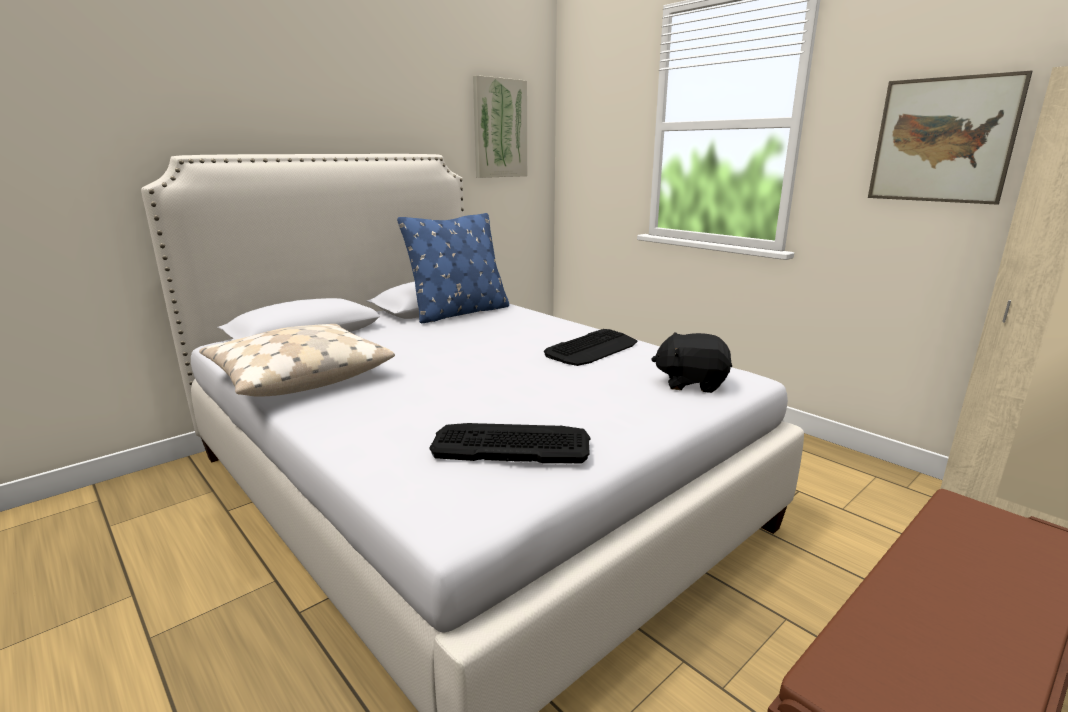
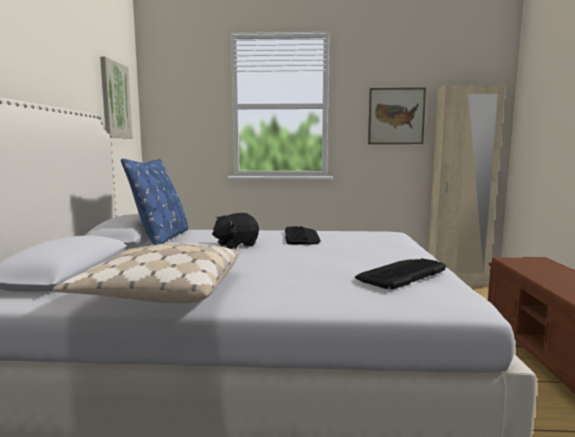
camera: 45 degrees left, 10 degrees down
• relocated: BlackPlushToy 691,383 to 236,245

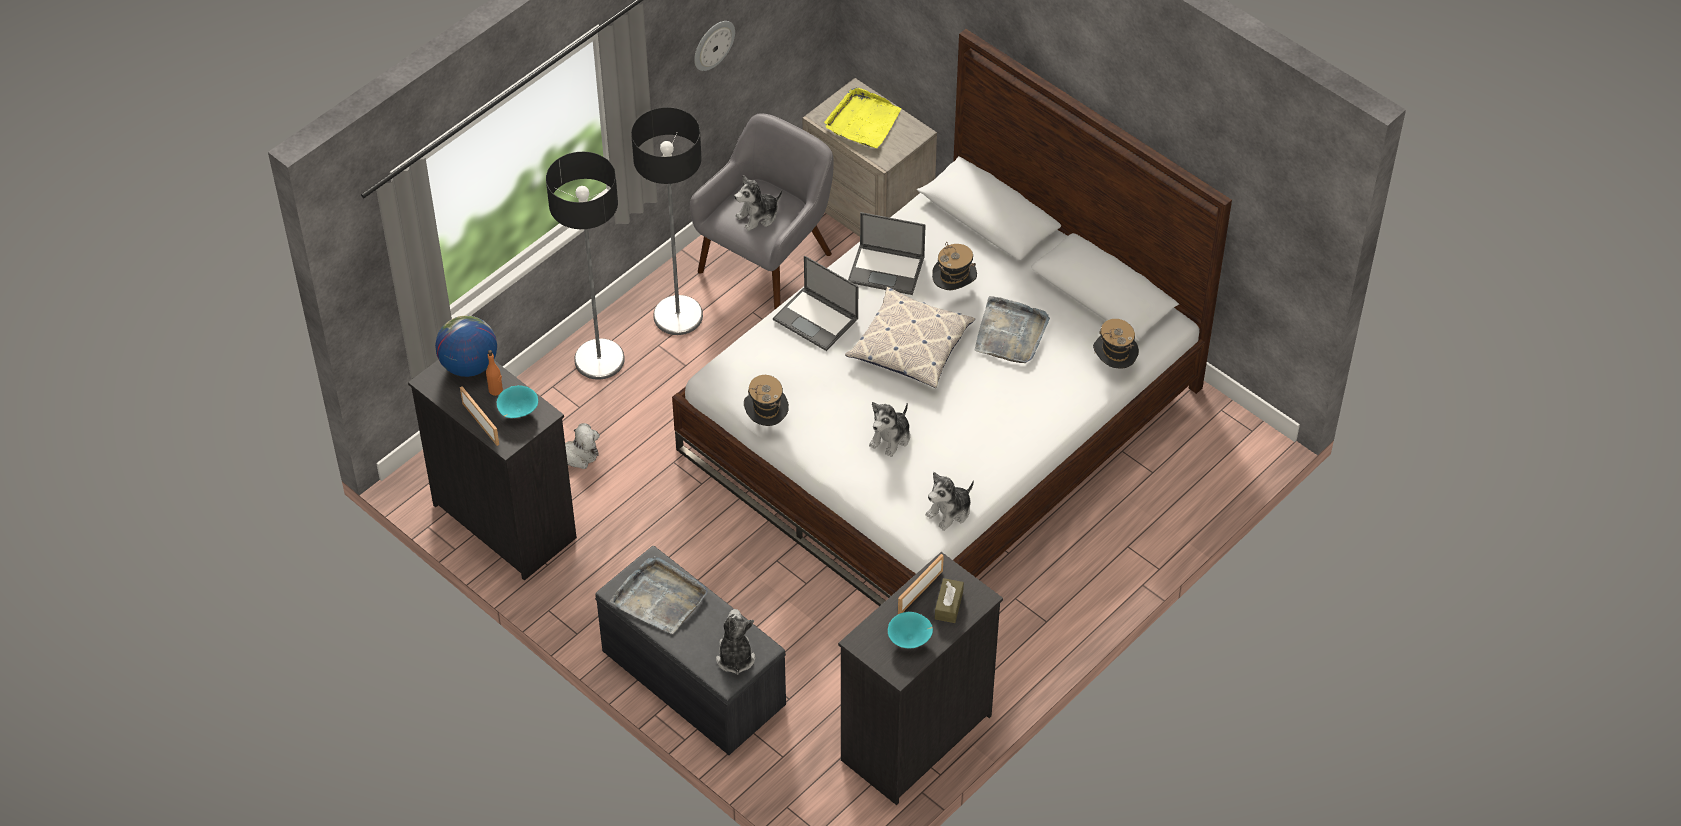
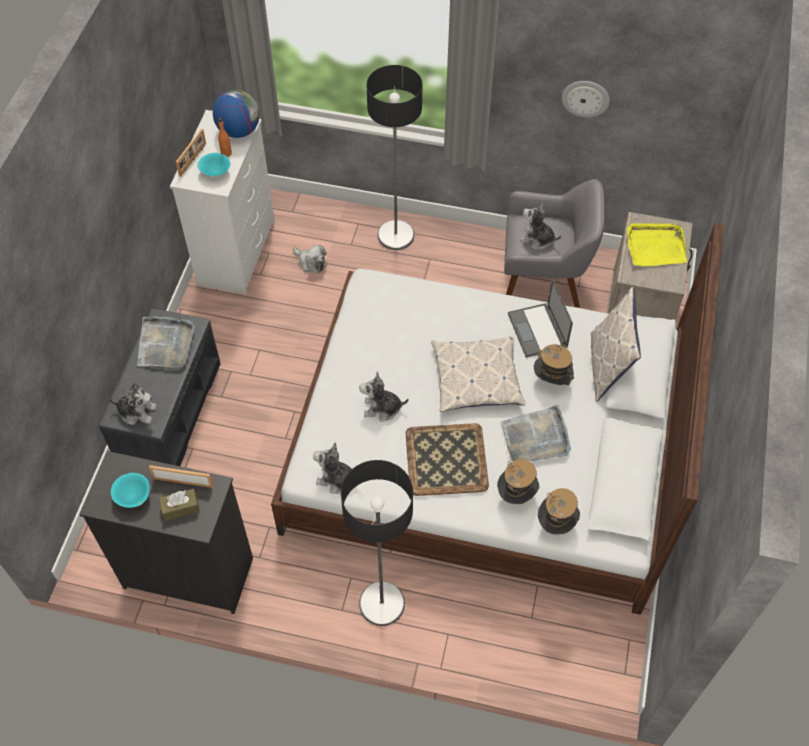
camera: 60 degrees right, 5 degrees up
• colour: BlackChestOfDrawers 504,520 to WhiteChestOfDrawers 237,252
• relocated: FloorLamp 678,316 to 381,604
• spun: PlushToy 735,657 = 137,412 45 degrees clockwise
• relocated: ClothingHat 766,421 to 516,495
• missing: PortableComputer 816,319
• appeared: ServingTray 447,459
• appeared: Pillow 607,367

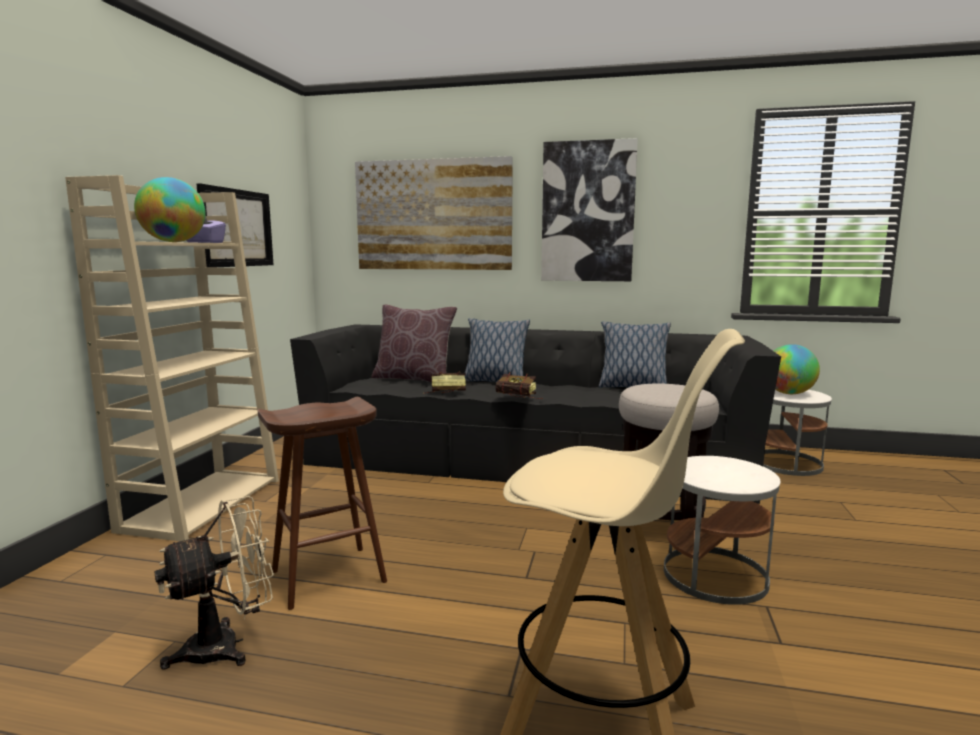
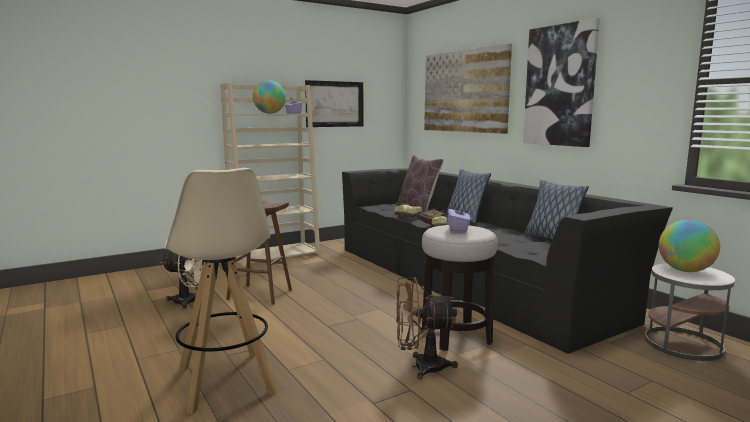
camera: 45 degrees right, 0 degrees up
• exchanged: WhiteSideTable 715,576 to BrownColouredFan 421,367
• appeared: PurplishTissueBox 458,229

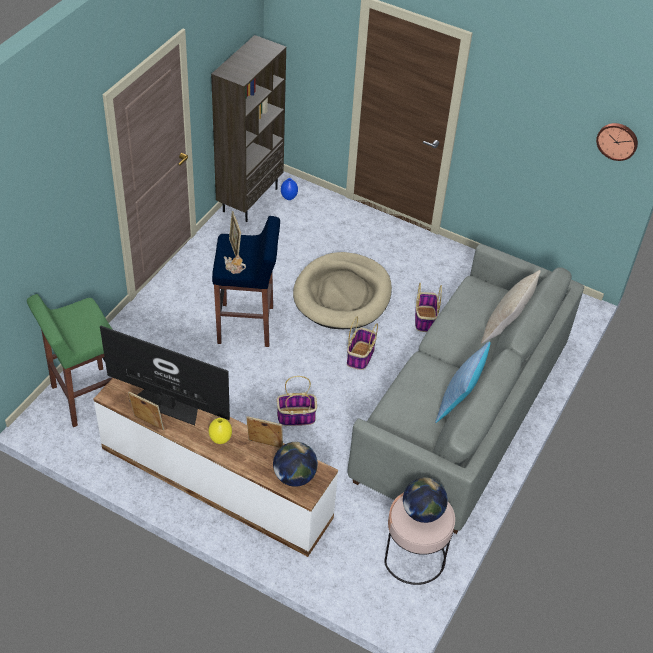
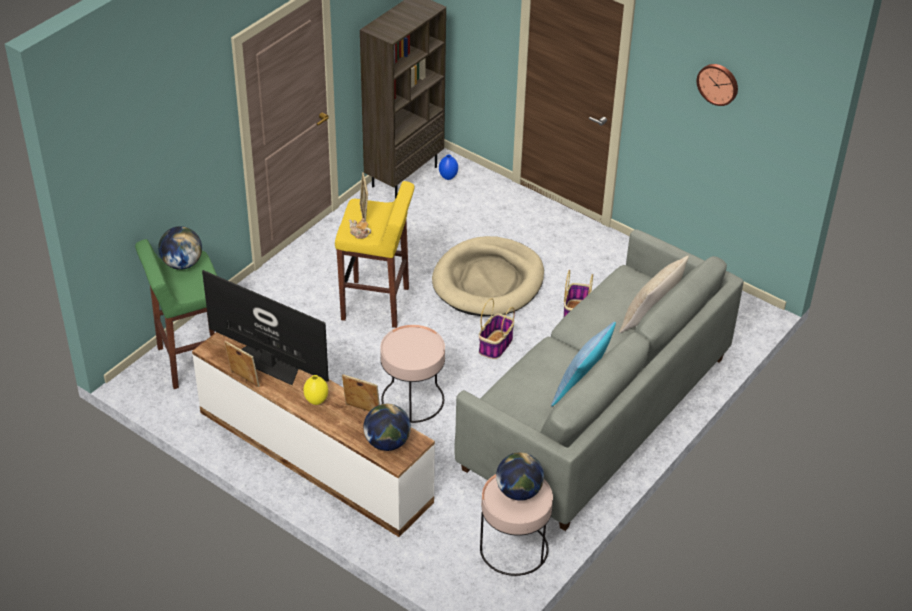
camera: 10 degrees right, 5 degrees down
• colour: BlueColouredSittingStool 247,325 to YellowColouredSittingStool 376,304
• exchanged: Basket 295,417 to PinkishSideTable 412,400
• relocated: HangingClock 617,140 to 718,83
• appeared: Globe 182,264

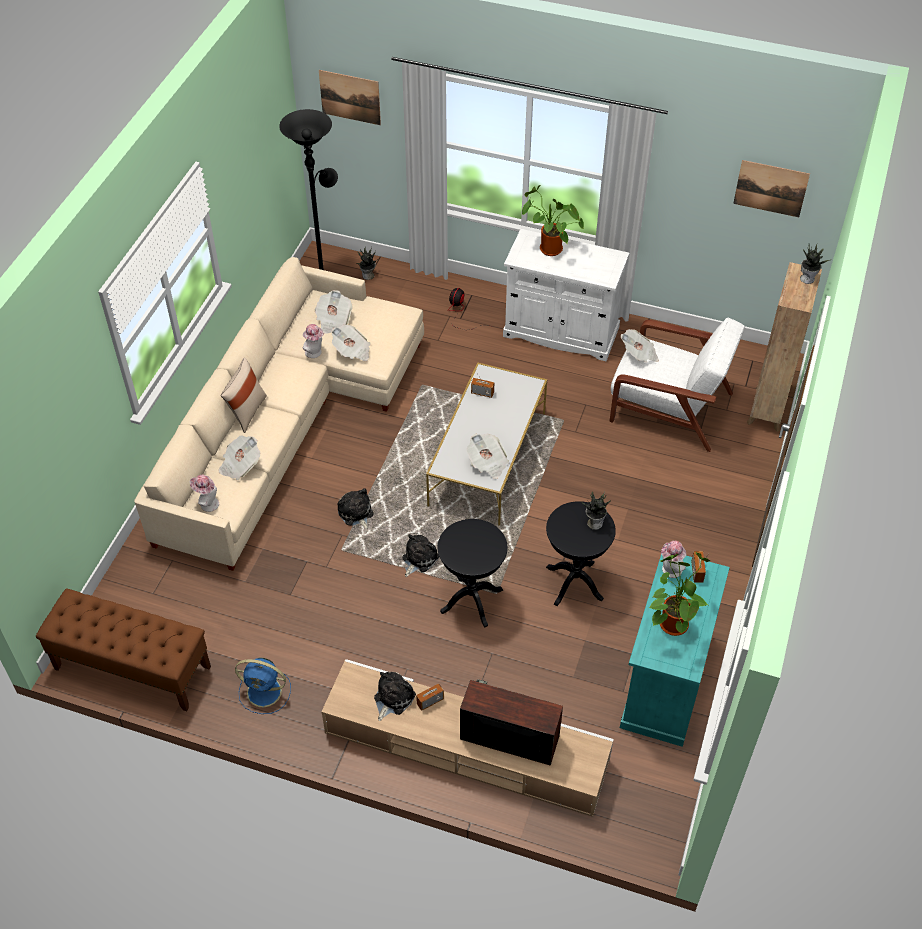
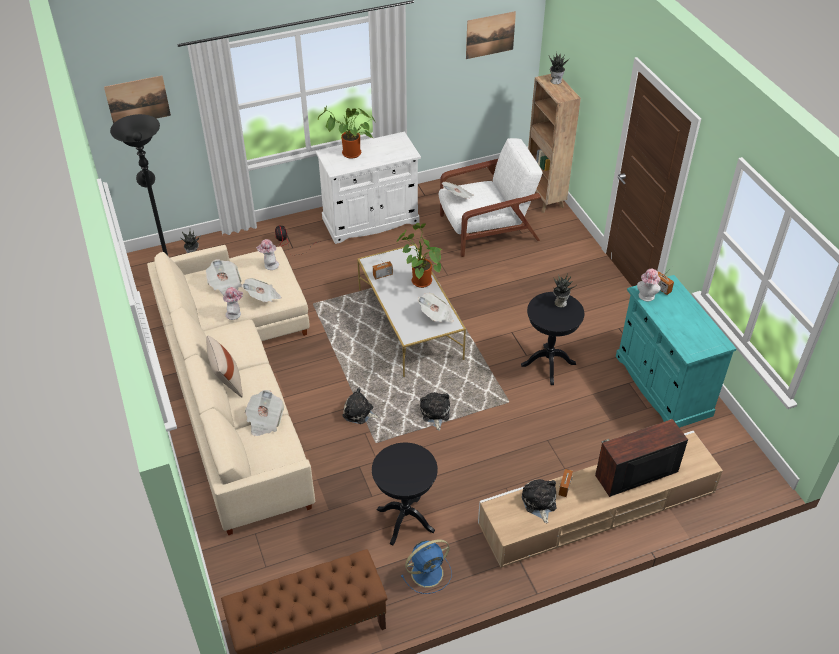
camera: 40 degrees left, 5 degrees down
• relocated: ClothingHat 207,503 to 269,265
• relocated: BlackSideTable 471,600 to 405,520
• relocated: PottedPlant 672,621 to 419,280

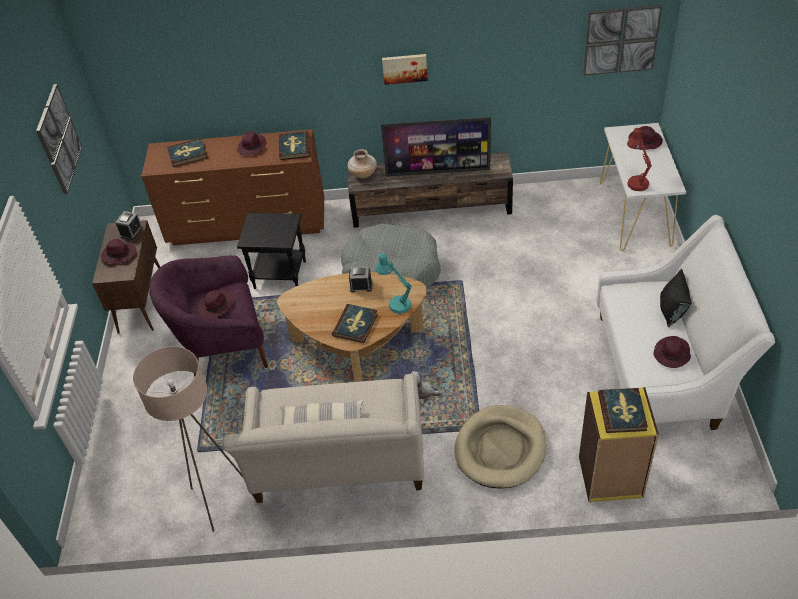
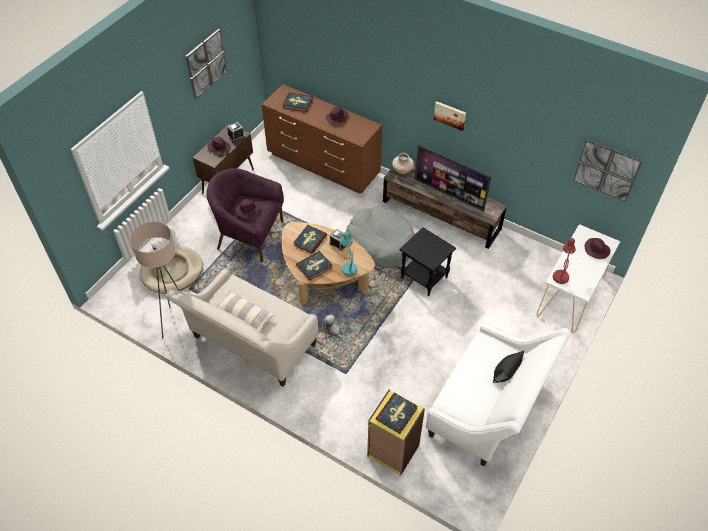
camera: 30 degrees right, 5 degrees up
• relocated: BlackSideTable 279,275 to 423,278
• relocated: Volume 294,147 to 310,240
• relocated: BeigeDogCushion 500,449 to 172,272
• missing: PurplishClothingHat 672,354

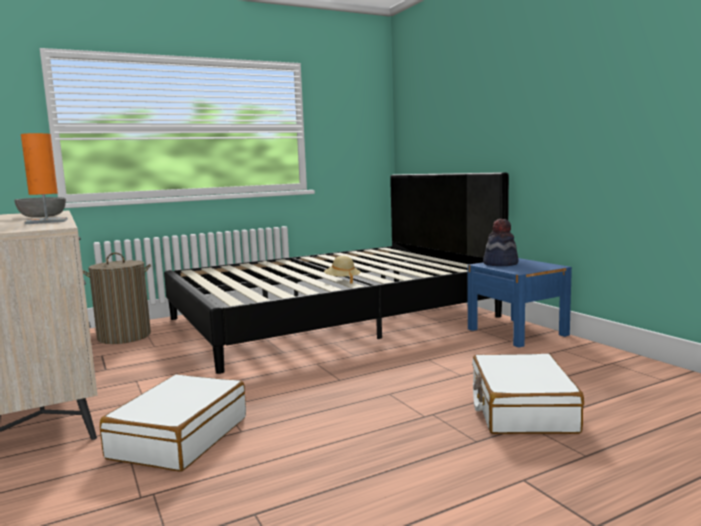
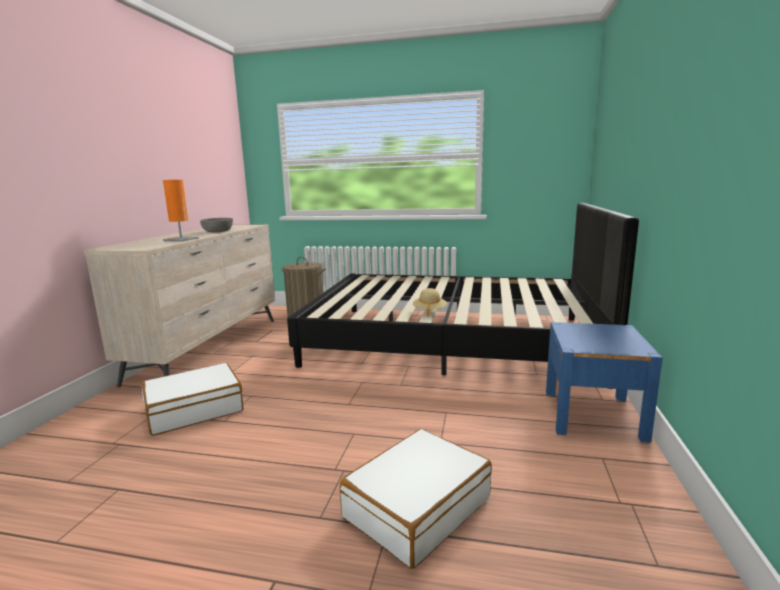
camera: 40 degrees right, 5 degrees up
• missing: ClothingHat 500,263

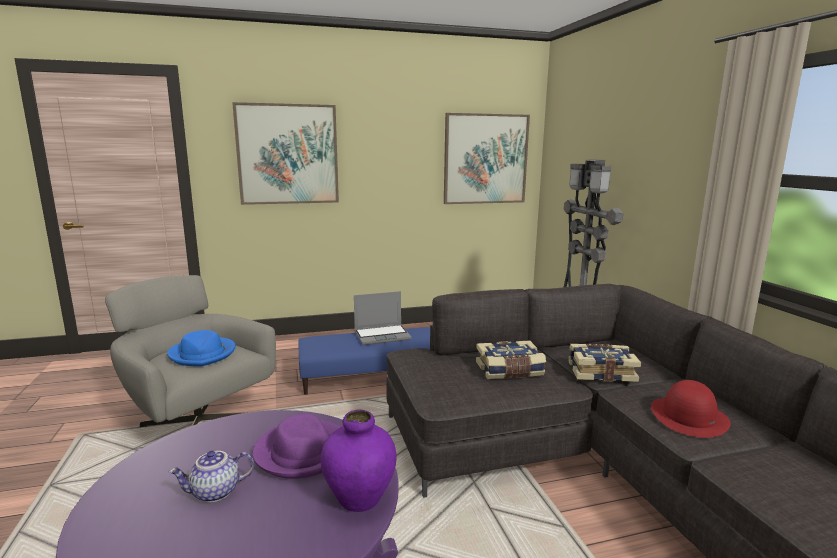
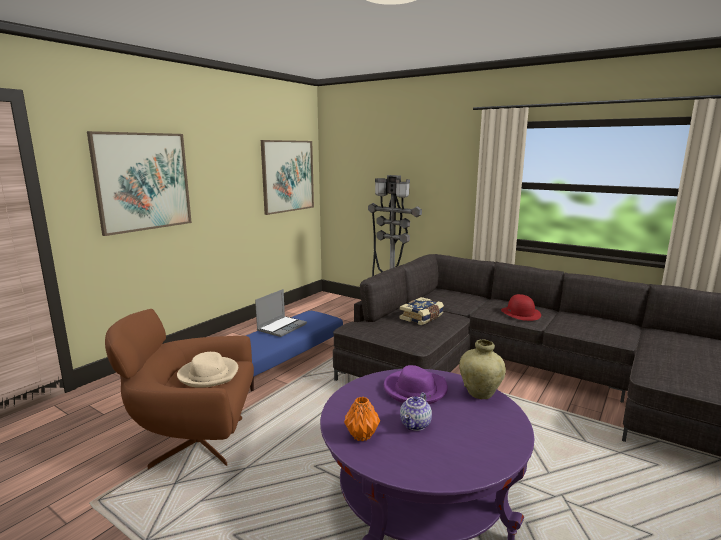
camera: 40 degrees left, 0 degrees up
• colour: GreyLoungeChair 196,421 to BrownColouredLoungeChair 194,443
• colour: BlueColouredClothingHat 203,354 to BeigeClothingHat 209,374
• colour: PurplishVase 359,499 to BeigeVase 480,393
• missing: Volume 601,372
• appeared: OrangeyVase 361,436

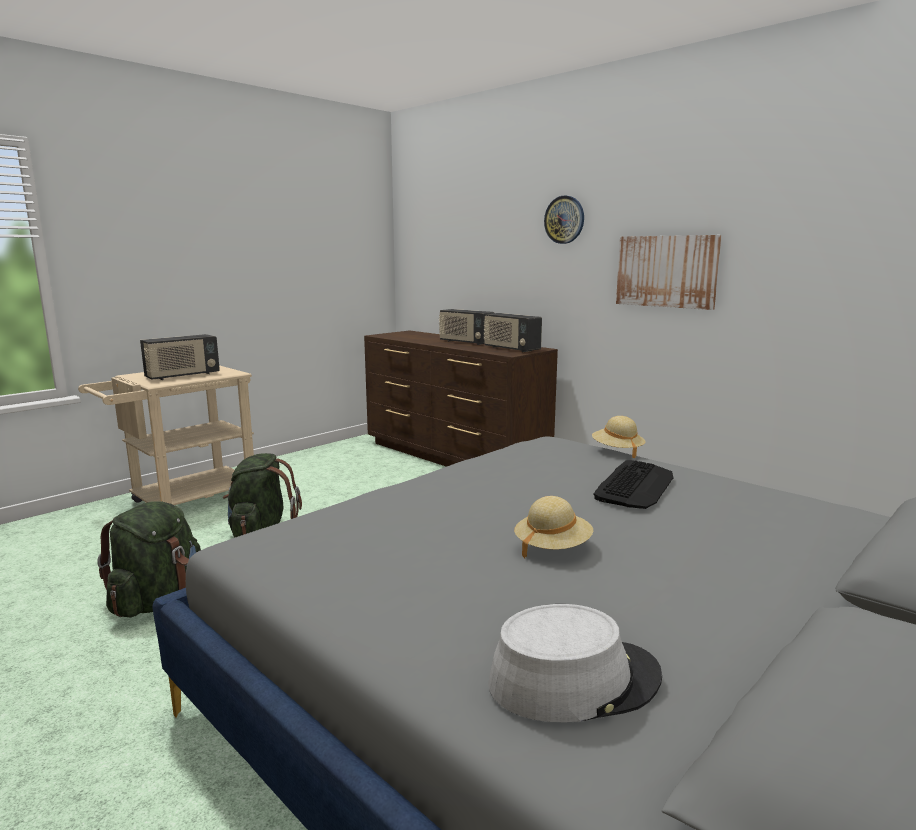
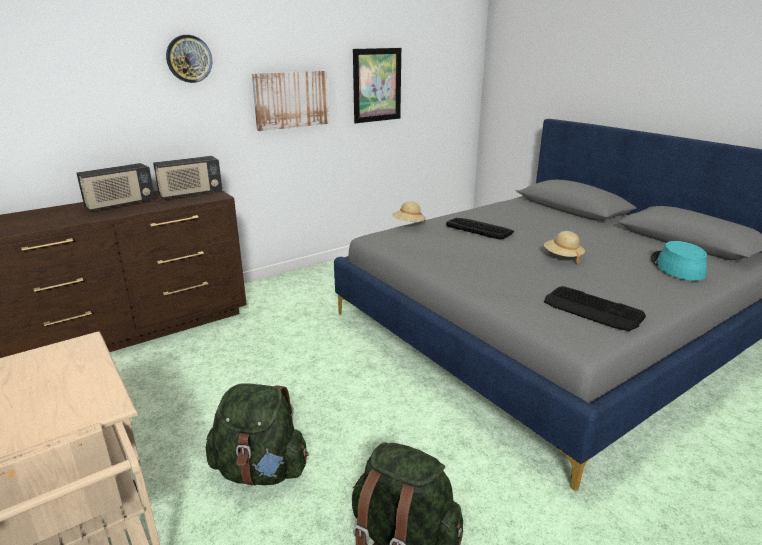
camera: 80 degrees left, 10 degrees up
• missing: RadioReceiver 182,376
• colour: GreyClothingHat 574,679 to BlueGreenClothingHat 676,267
• appeared: WallPicture 377,85
• appeared: ComputerKeyboard 592,309

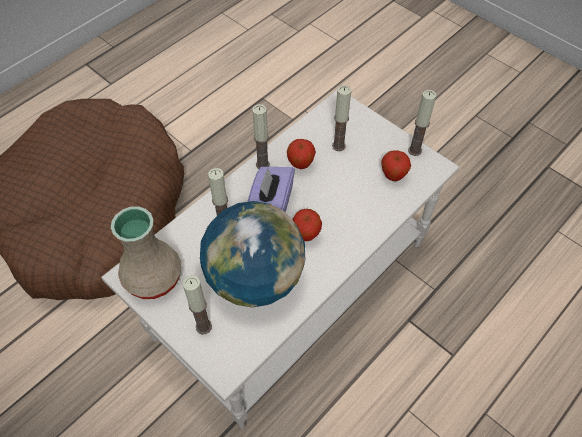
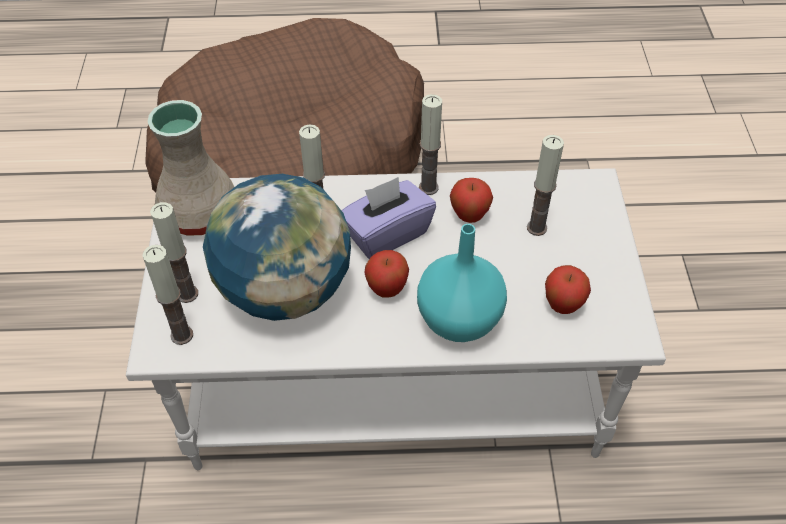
camera: 45 degrees right, 5 degrees down
• relocated: WaxLight 414,150 to 181,335
• appeared: BlueGreenVase 458,322

